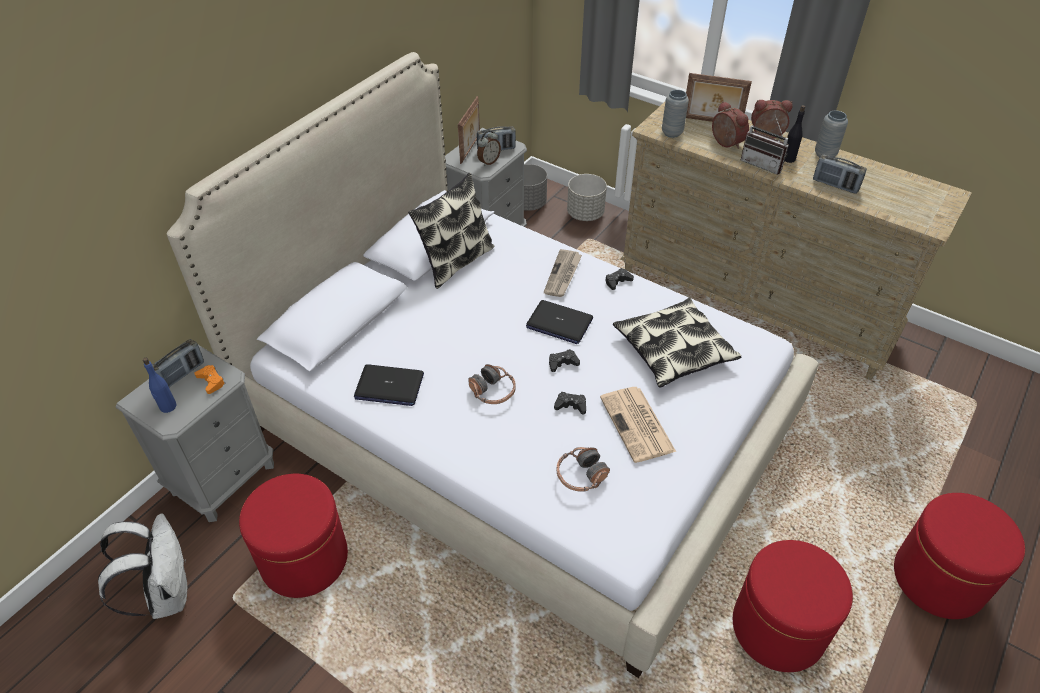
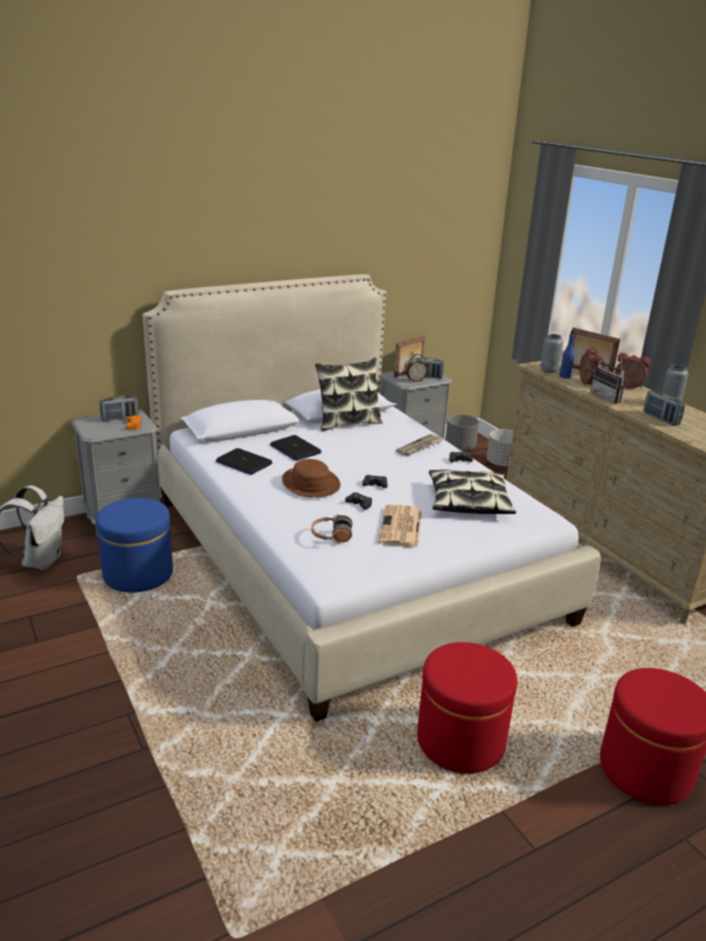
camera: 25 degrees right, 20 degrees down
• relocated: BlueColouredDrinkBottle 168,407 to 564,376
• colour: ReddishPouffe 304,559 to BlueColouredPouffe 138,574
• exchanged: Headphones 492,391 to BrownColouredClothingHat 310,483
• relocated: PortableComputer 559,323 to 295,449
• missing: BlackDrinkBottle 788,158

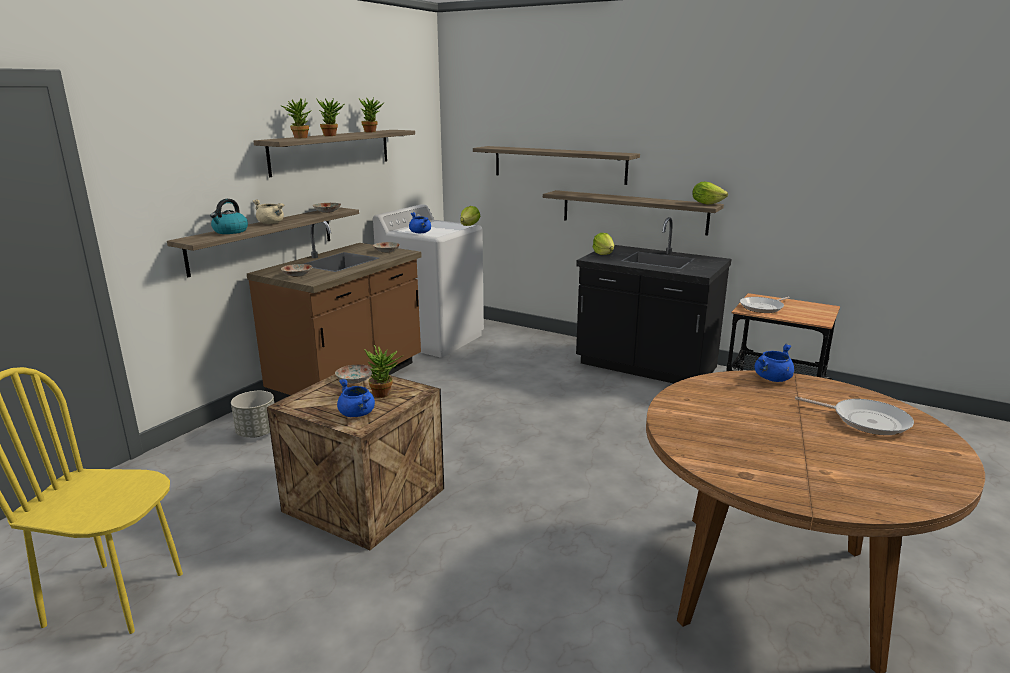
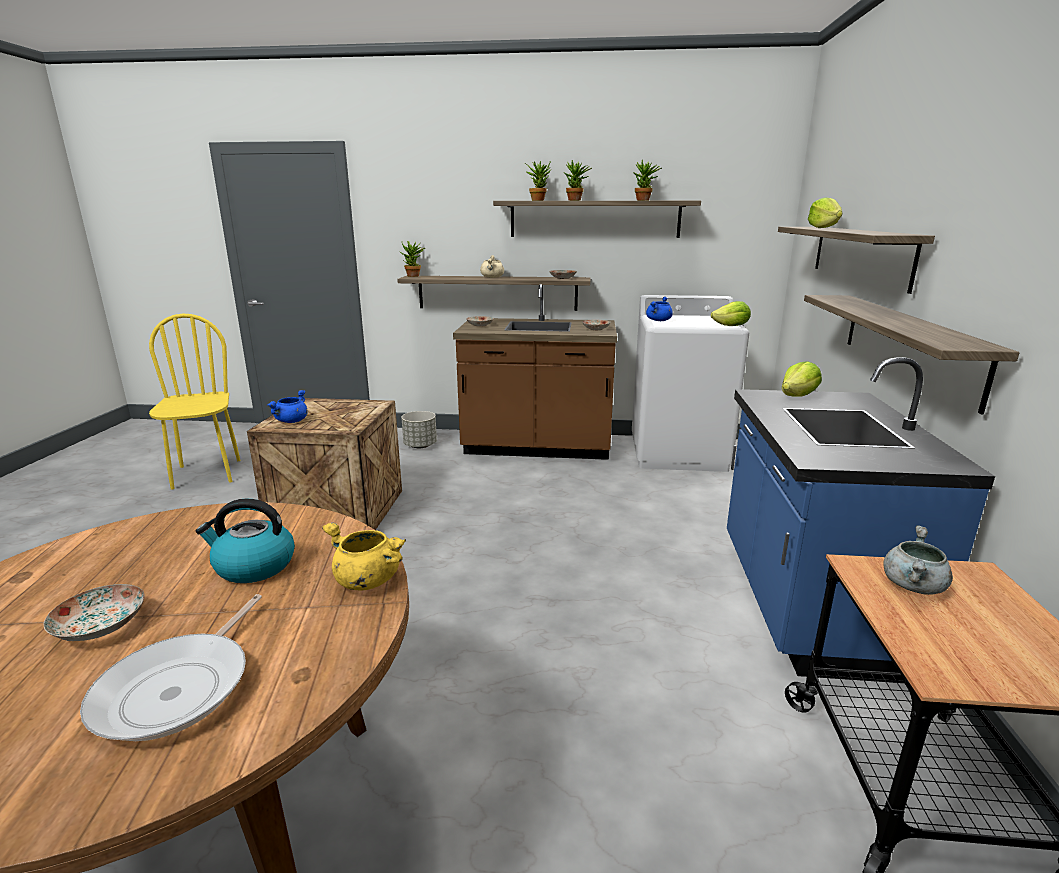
camera: 65 degrees right, 0 degrees up
• relocated: WaterKettle 230,231 to 253,566
• relocated: Plate 355,380 to 102,626
• relocated: PottedPlant 385,394 to 413,276
• colour: BlackKitchenCounter 645,367 to BlueColouredKitchenCounter 805,604
• relocated: LettuceHead 706,203 to 823,228
• exchanged: FryingPan 763,307 to GreyStockpot 913,587
• colour: BlueColouredStockpot 772,379 to YellowColouredStockpot 366,580

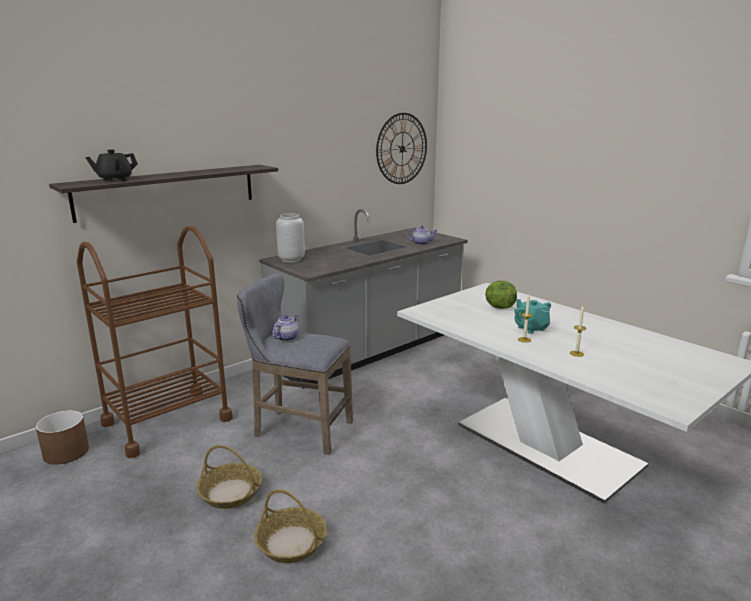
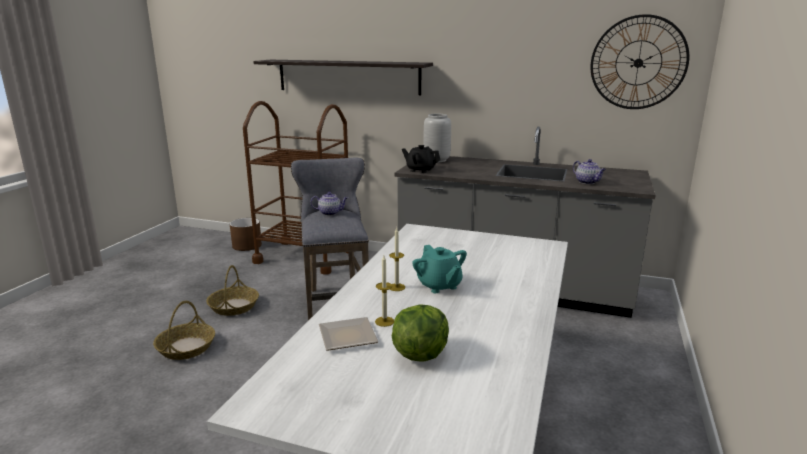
camera: 60 degrees right, 0 degrees up
• relocated: BlackTeaPot 114,180 to 420,170
• relocated: LettuceHead 498,307 to 420,353
• spun: BlueGreenTeaPot 531,328 = 439,285 120 degrees clockwise
• appeared: Plate 345,336

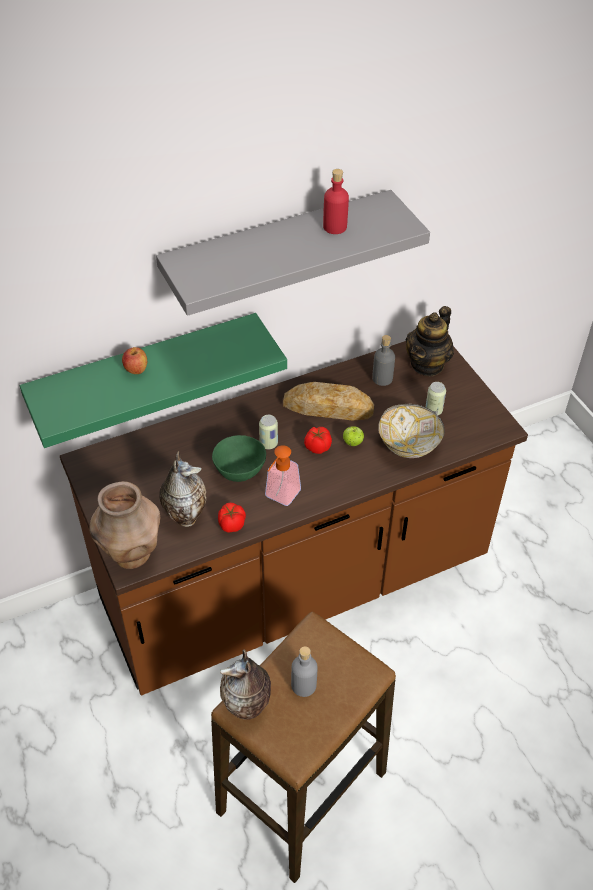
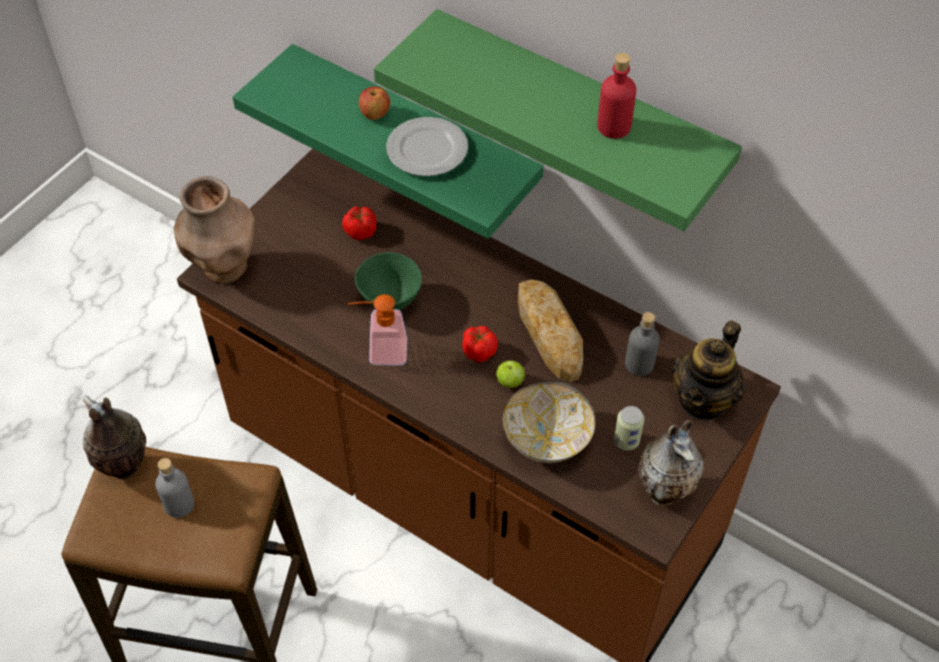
camera: 60 degrees right, 5 degrees up
• colour: GreyShelf 278,251 to GreenishShelf 578,112
• relocated: Vase 185,516 to 665,490
• relocated: WholeTomato 231,525 to 360,231
• missing: MetalCan 268,443
• spun: TeaPot 427,364 = 703,400 60 degrees counterclockwise
• appeared: Plate 426,150

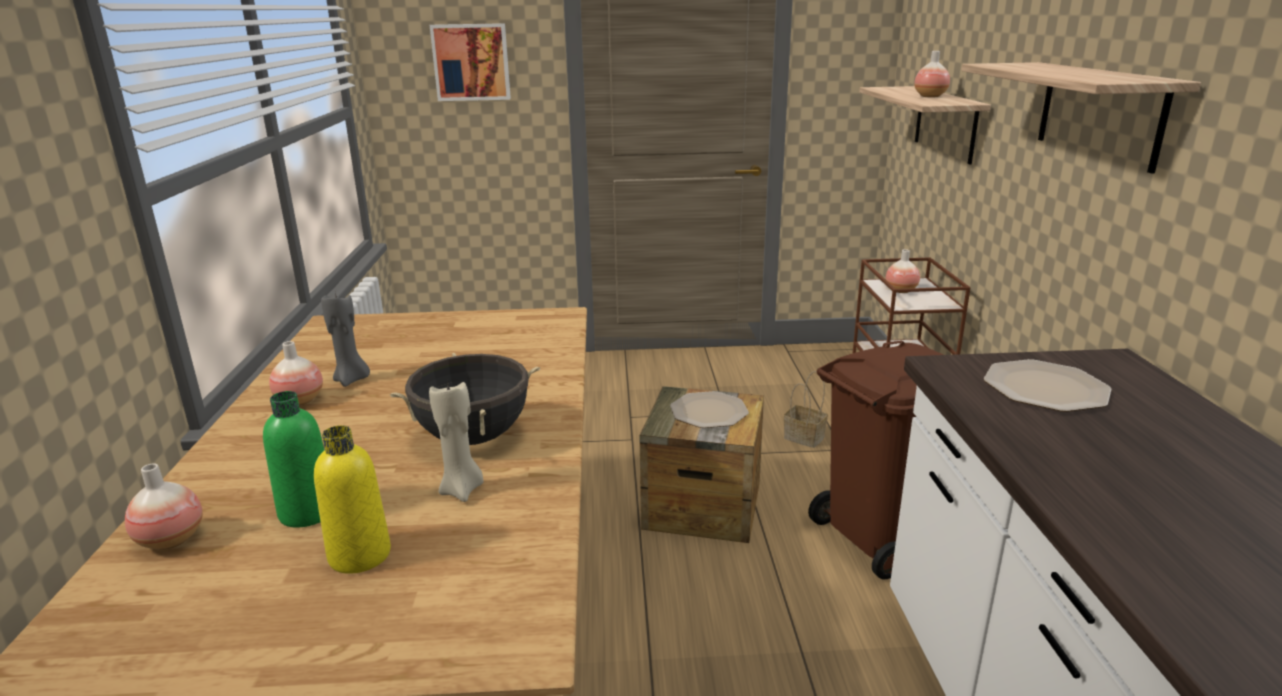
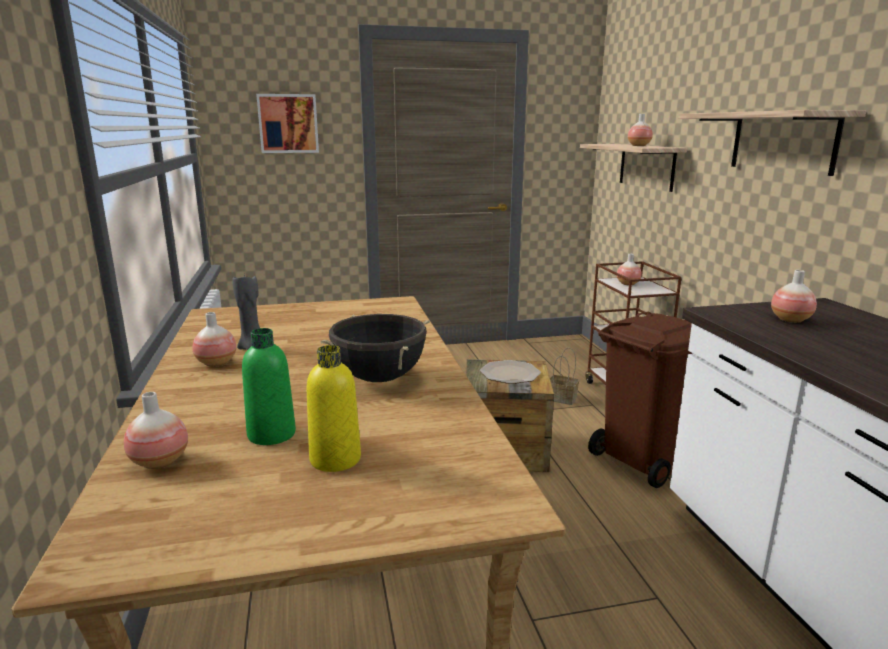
camera: 10 degrees left, 5 degrees down
• missing: BeigeWaxLight 462,490
• exchanged: Plate 1044,387 to Vase 790,320

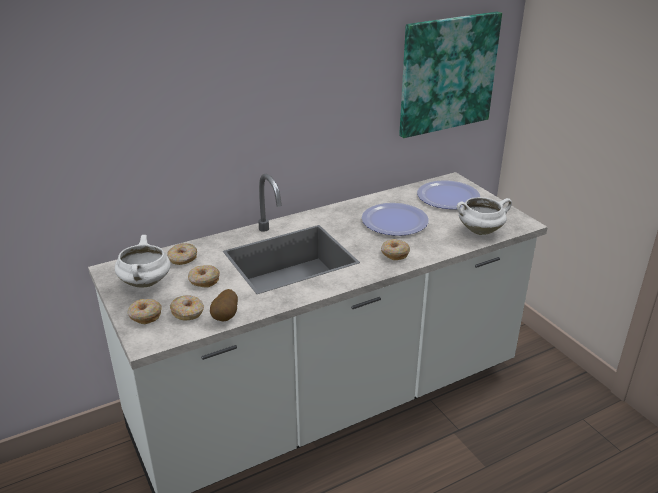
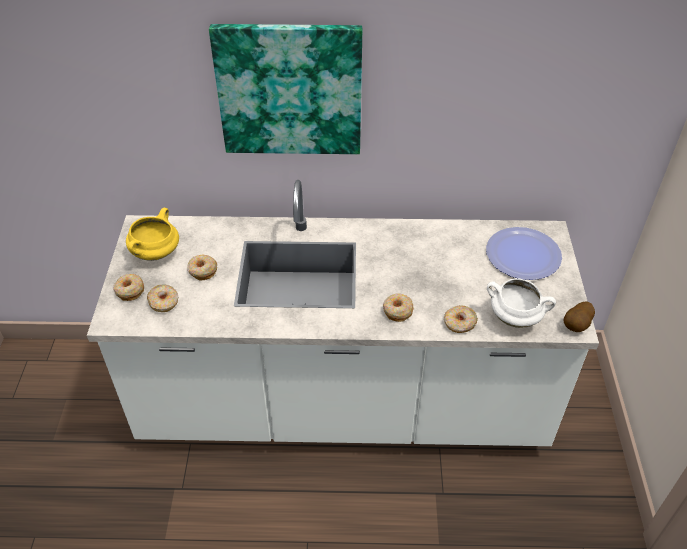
camera: 30 degrees right, 15 degrees up
• colour: WhiteStockpot 146,283 to YellowColouredStockpot 156,253
• relocated: RingDoughnut 183,259 to 459,323
• relocated: WholePotato 226,317 to 577,326
• missing: Plate 394,221
• relocated: WallPicture 447,74 to 290,90

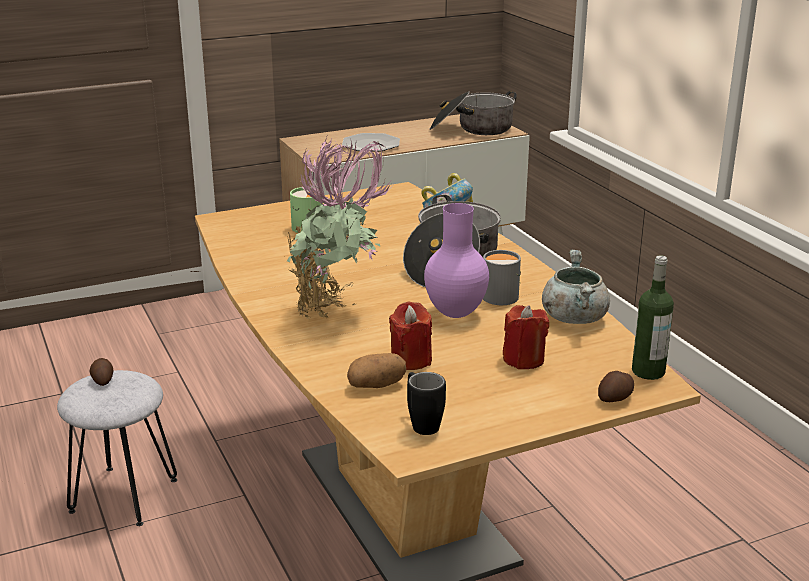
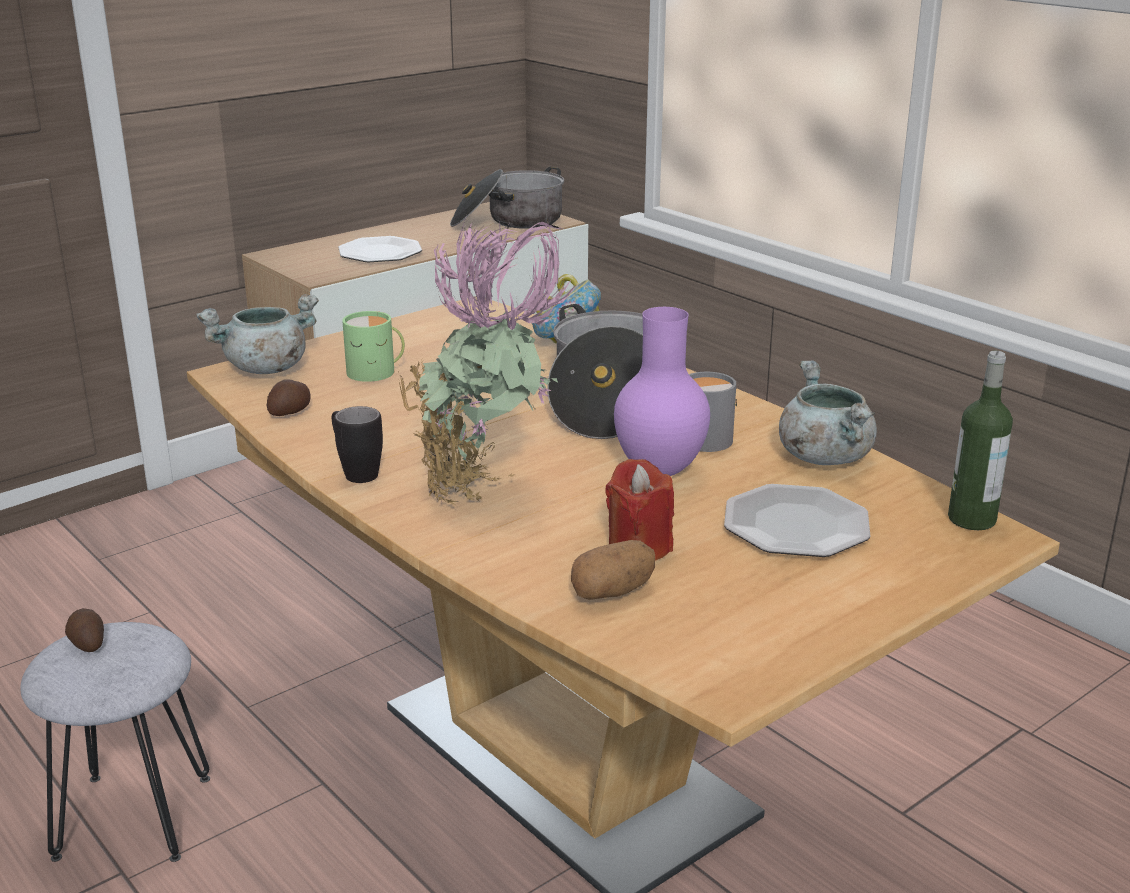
camera: 15 degrees left, 0 degrees up
• relocated: BlackMug 421,423 to 355,472
• exchanged: ReddishWaxLight 523,359 to Plate 796,525
• relocated: WholePotato 616,398 to 291,412
• appeared: GreyStockpot 266,369

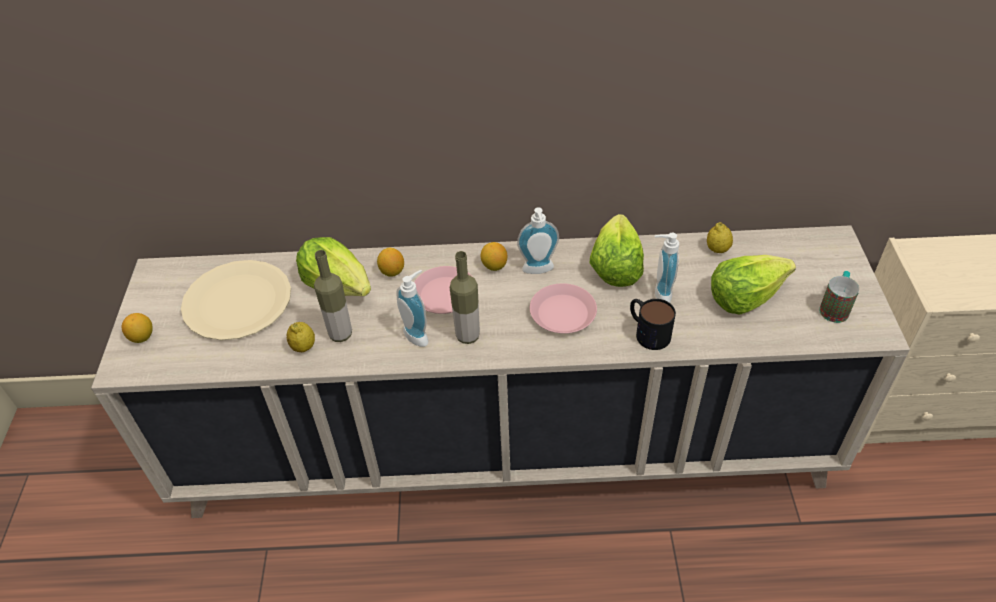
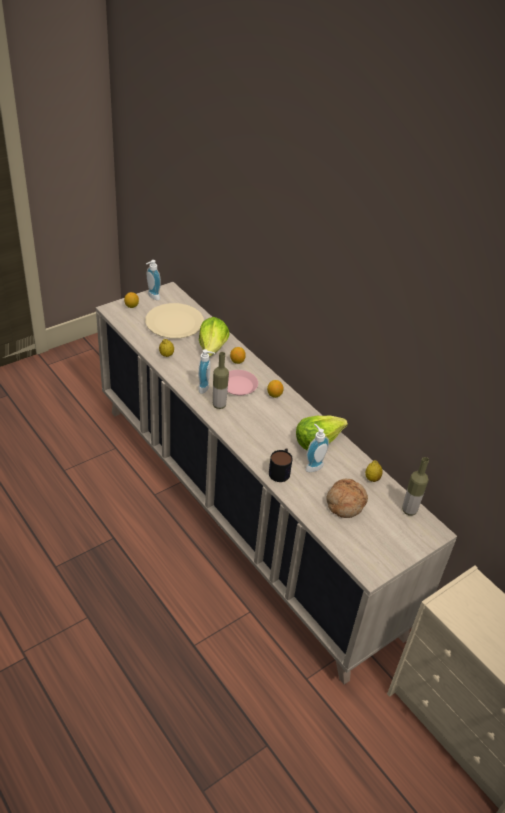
camera: 50 degrees right, 5 degrees down
• relocated: DrinkBottle 340,334 to 409,510
• relocated: LiquidSoapBottle 538,271 to 152,297
• missing: PinkishPlate 562,313
• exchanged: LettuceHead 745,296 to Bread 345,502
• missing: Mug 835,307

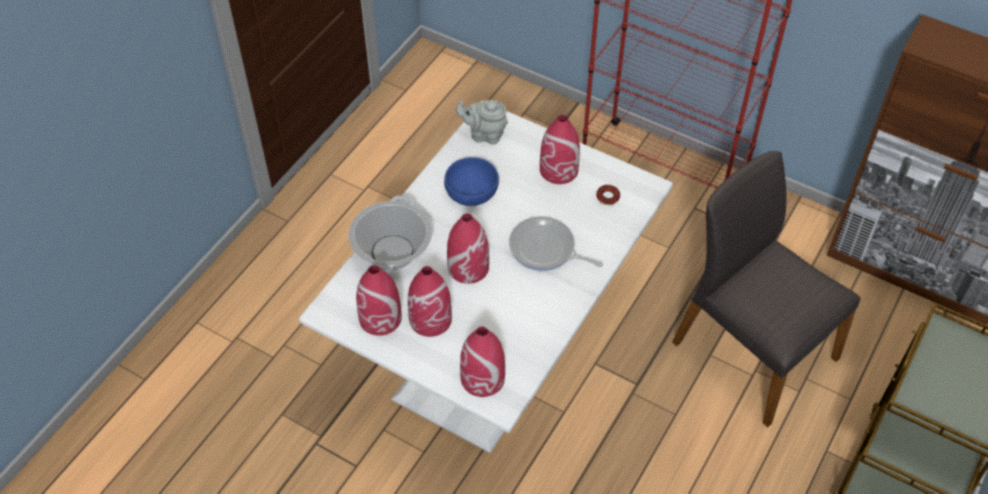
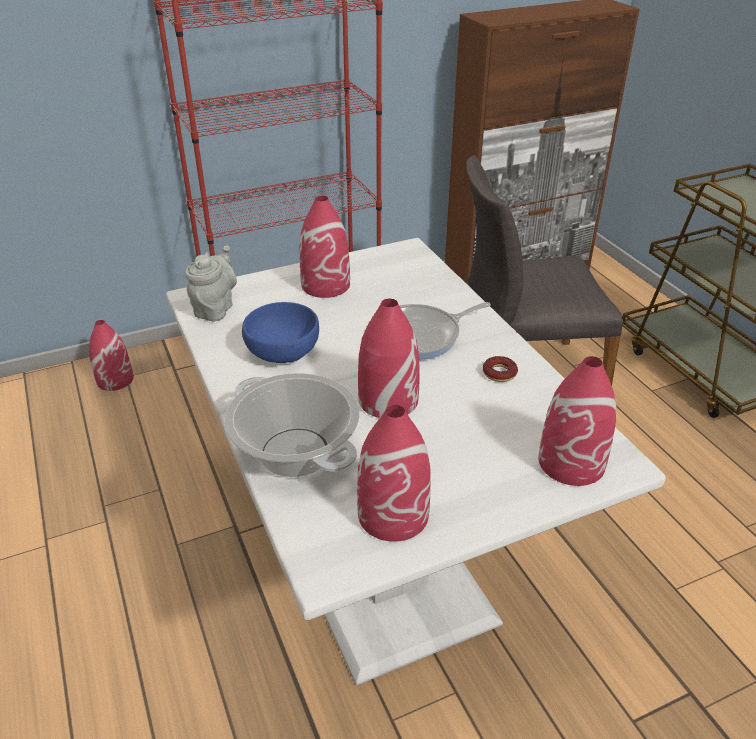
camera: 55 degrees left, 15 degrees down
• relocated: ReddishVase 430,319 to 115,379
• spun: GreyTeaPot 484,134 = 215,308 150 degrees clockwise
• relocated: RingDoughnut 608,197 to 499,373

